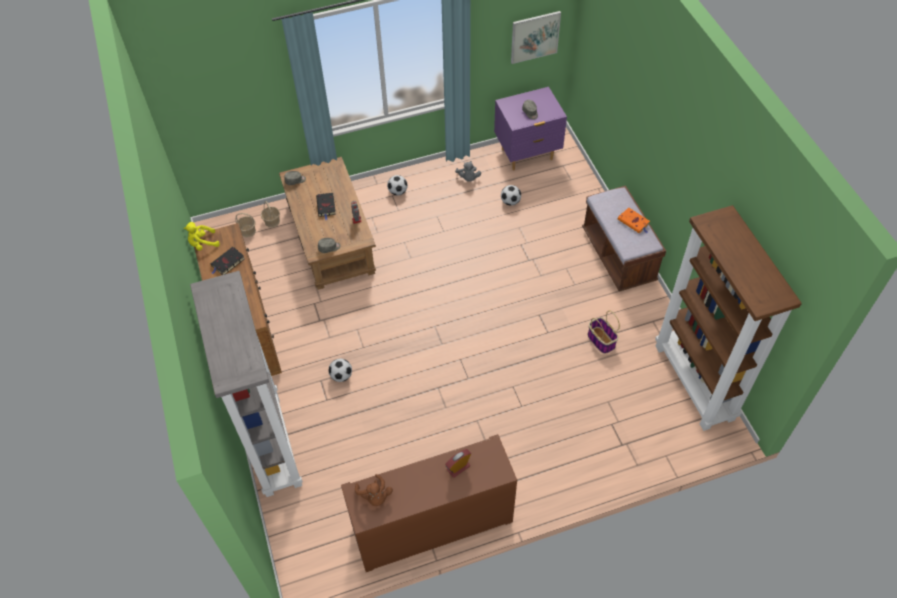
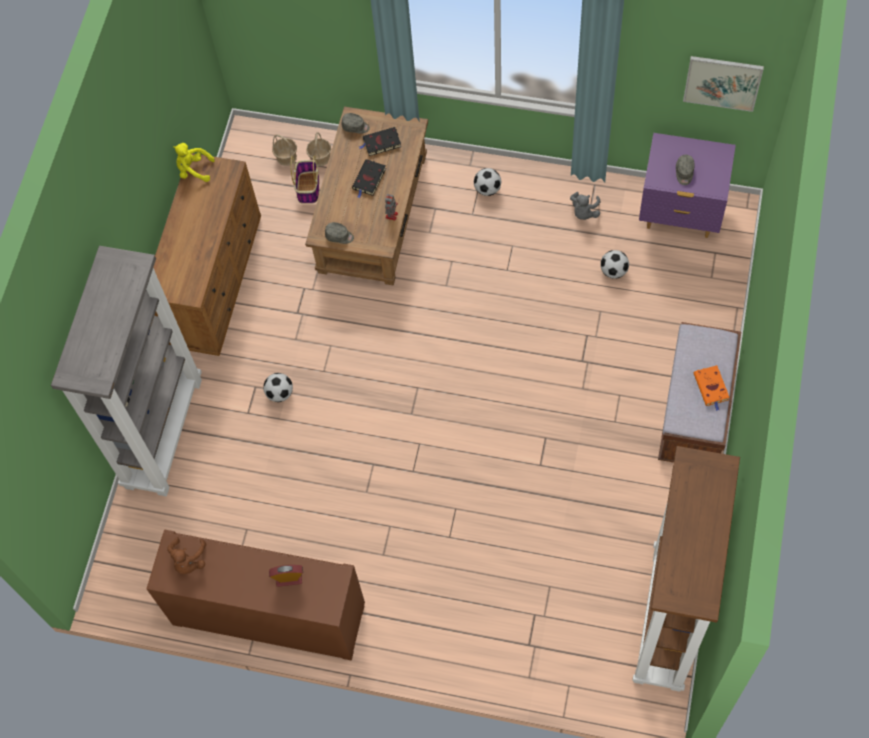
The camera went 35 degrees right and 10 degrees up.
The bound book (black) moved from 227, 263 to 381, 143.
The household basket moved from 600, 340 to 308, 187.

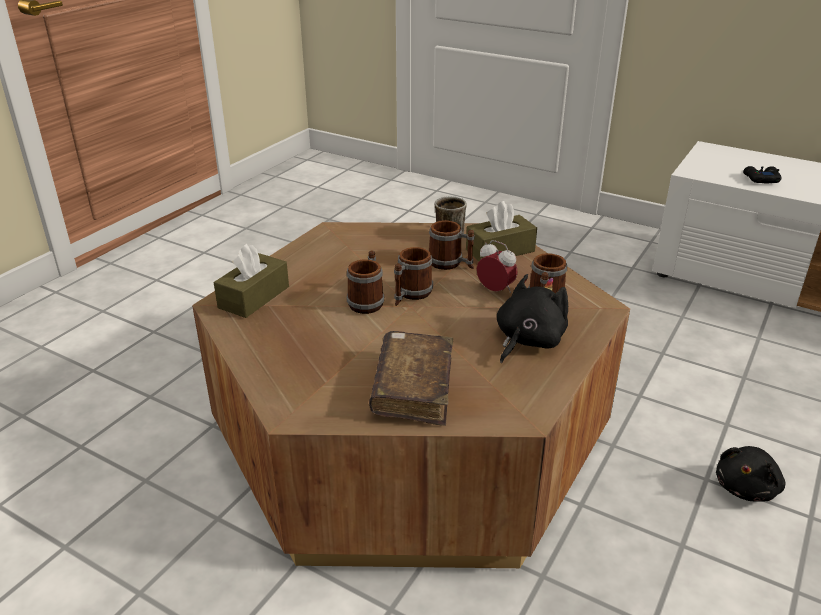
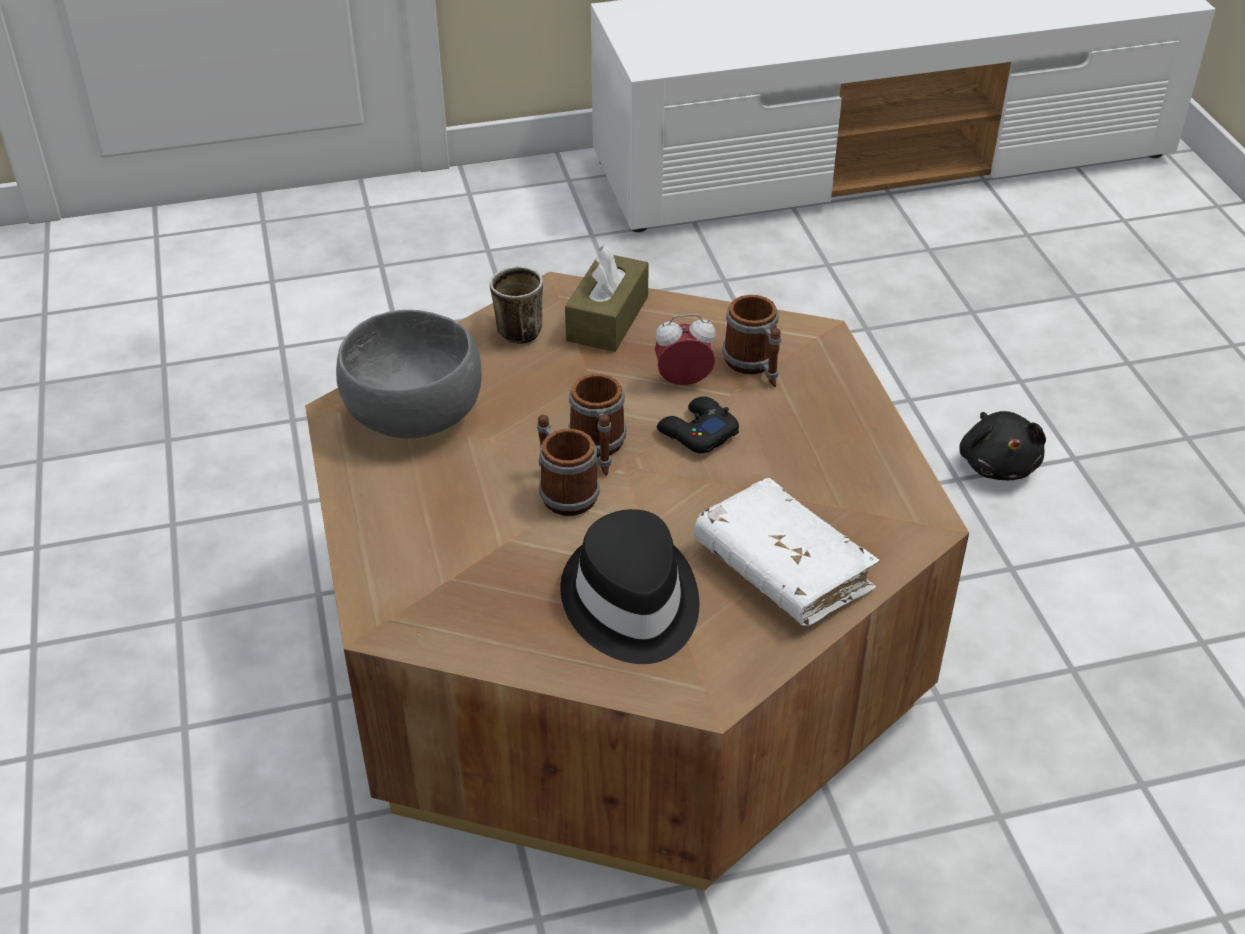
The camera went 45 degrees left and 10 degrees up.
The gamepad (black) moved from 760, 179 to 697, 433.
The mug at 451, 264 disappeared.
The tissue holder (brownish) at 254, 297 disappeared.
The soft toy (black) at 527, 340 disappeared.
The bound book (brownish) at 413, 388 became the bound book (white-coloured) at 782, 568.
The deep dish (greyish) at 415, 415 appeared.
The wearable hat (black) at 630, 603 appeared.

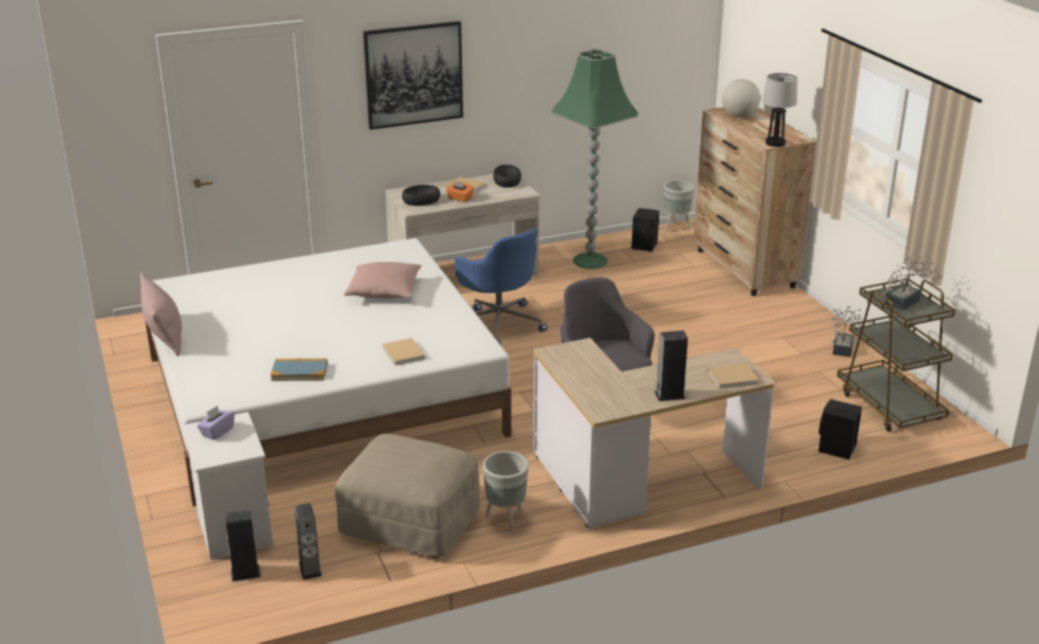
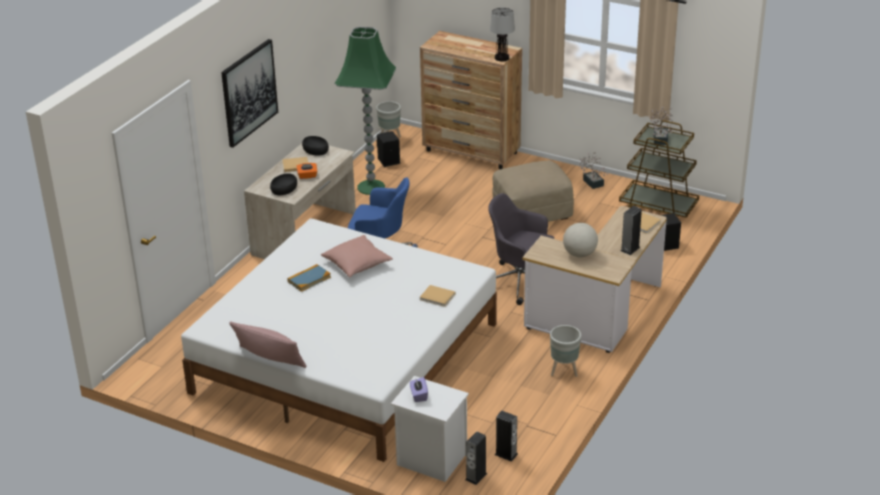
The camera went 40 degrees left and 5 degrees up.
The world globe moved from 739, 116 to 579, 254.
The bound book moved from 299, 372 to 309, 279.
The footrest (sand-coloured) moved from 411, 522 to 532, 212.

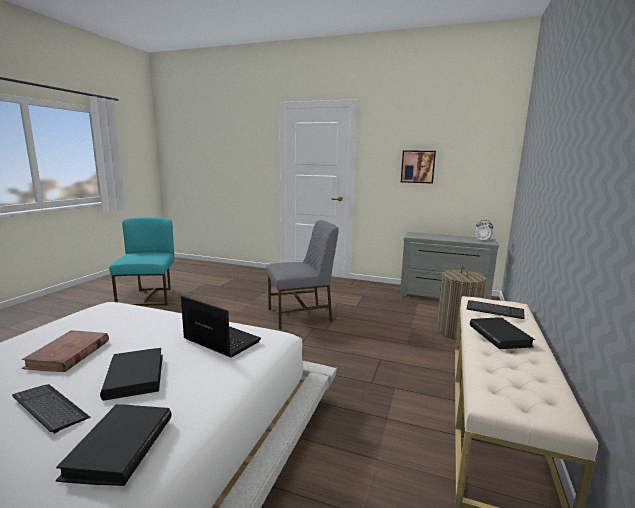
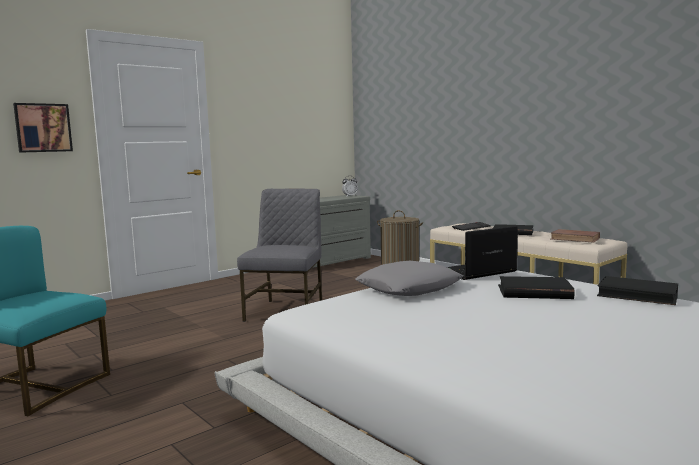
The camera went 60 degrees left and 5 degrees down.
The picture moved from 418, 166 to 43, 128.
The bound book (brownish) moved from 68, 354 to 575, 238.
The computer keyboard at 50, 408 disappeared.
The pillow (greyish) at 409, 288 appeared.

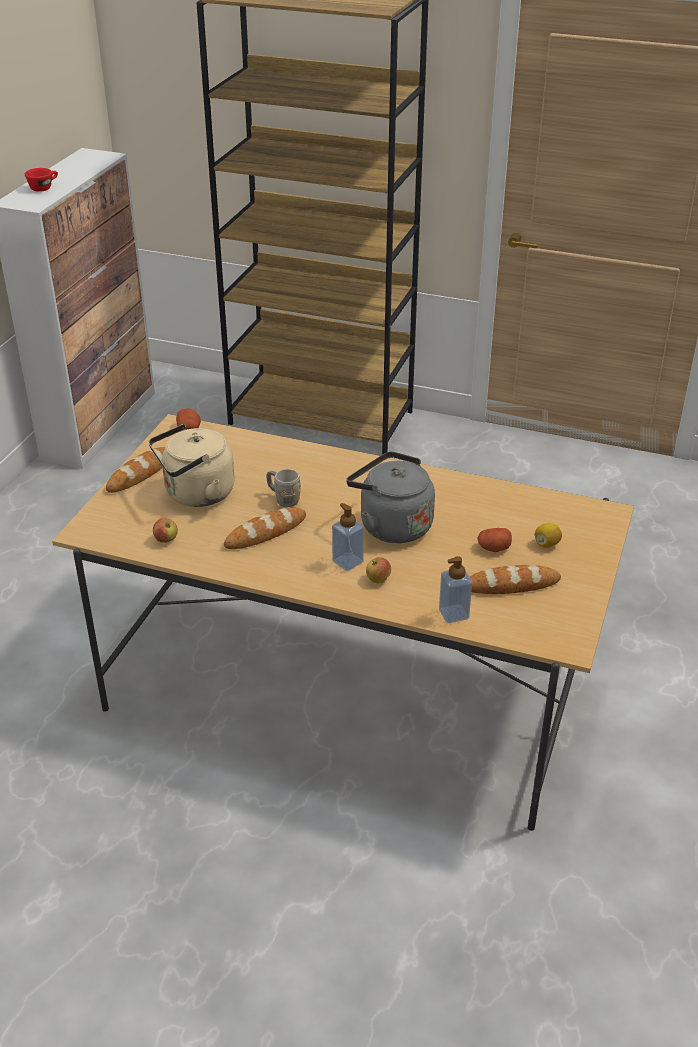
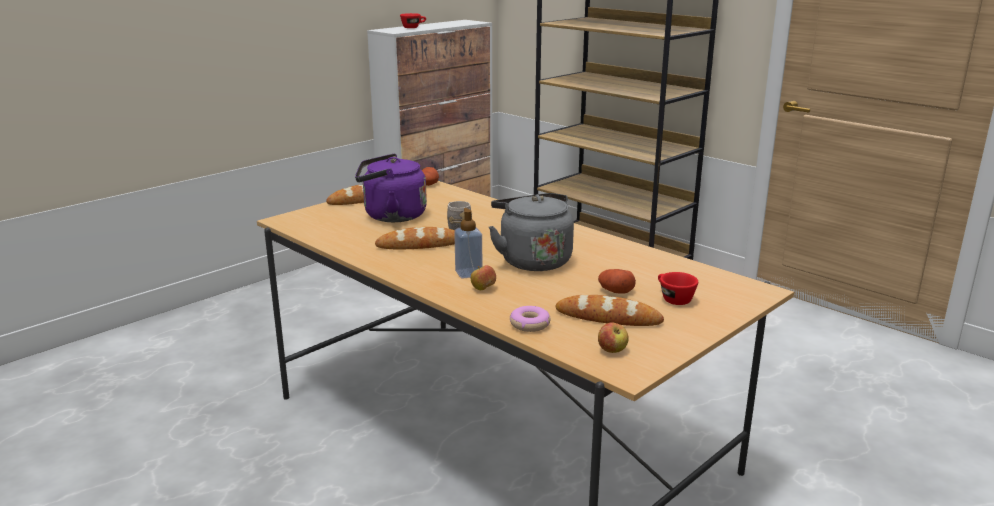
The camera went 25 degrees right and 15 degrees down.
The water kettle (sand-coloured) at 195, 494 became the water kettle (purplish) at 391, 216.
The apple fruit moved from 166, 539 to 612, 350.
The citrus fruit at 546, 544 was replaced by the small cup (red) at 673, 299.
The liquid soap bottle at 453, 614 was replaced by the donut at 529, 324.

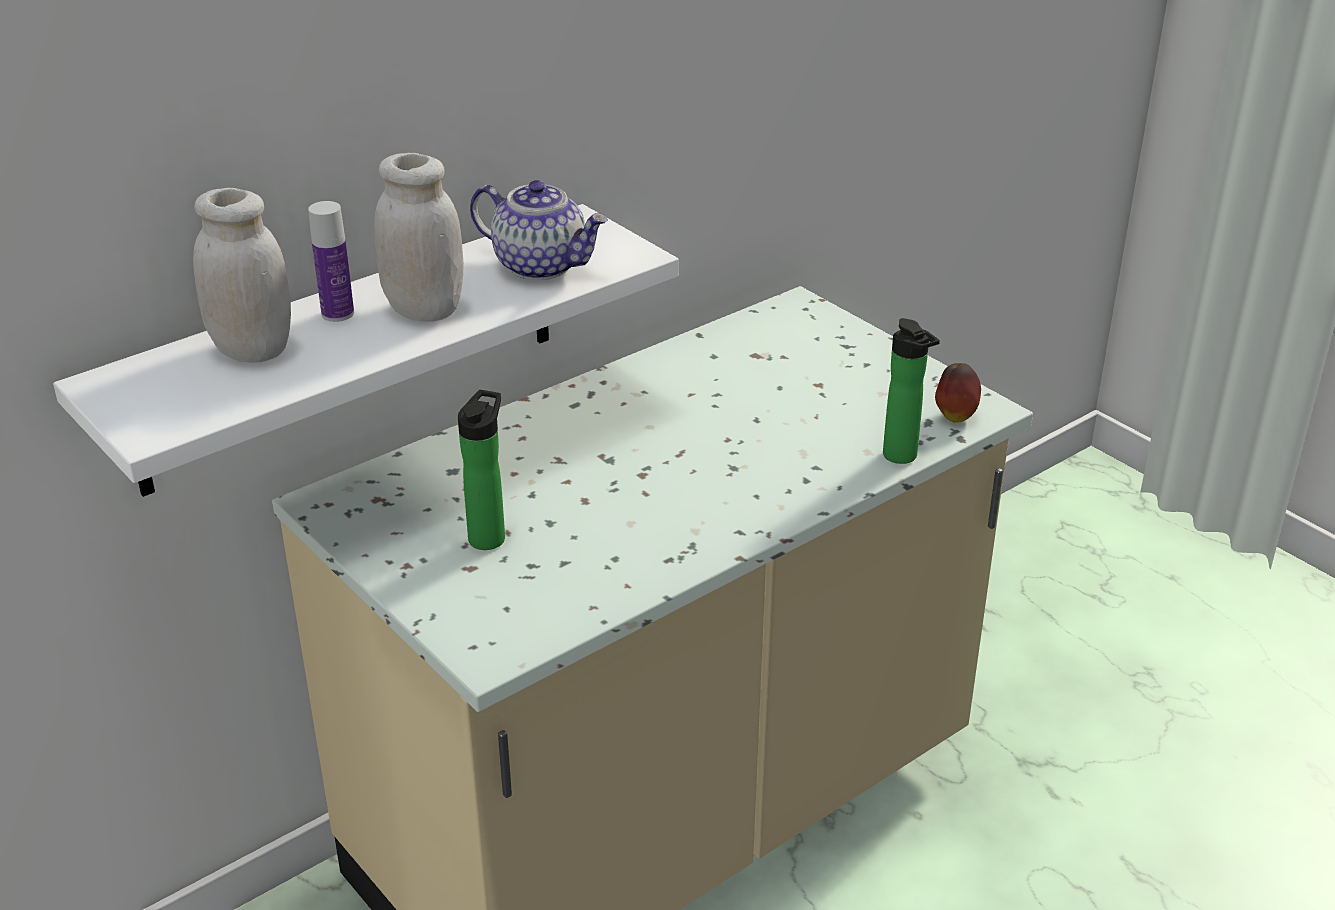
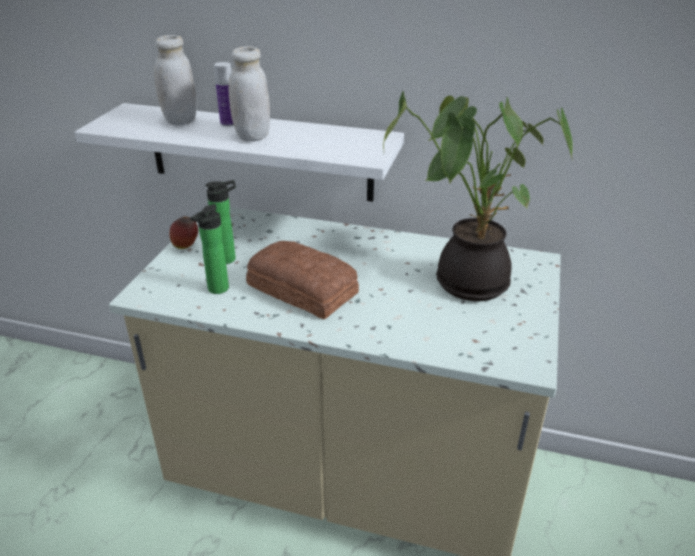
The camera went 55 degrees right and 0 degrees up.
The pot for tea at 542, 265 disappeared.
The drink bottle moved from 903, 457 to 216, 290.
The apple fruit moved from 955, 416 to 186, 246.
The potted plant at 467, 280 appeared.
The baked bread at 302, 288 appeared.

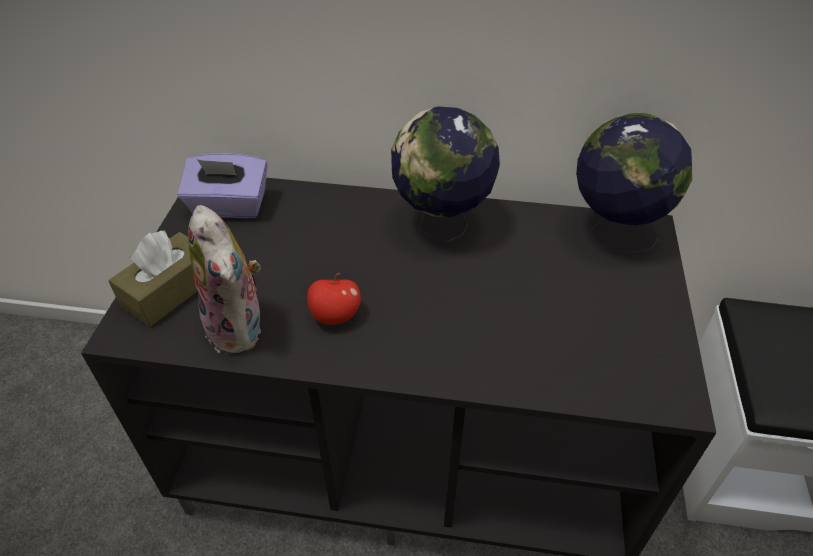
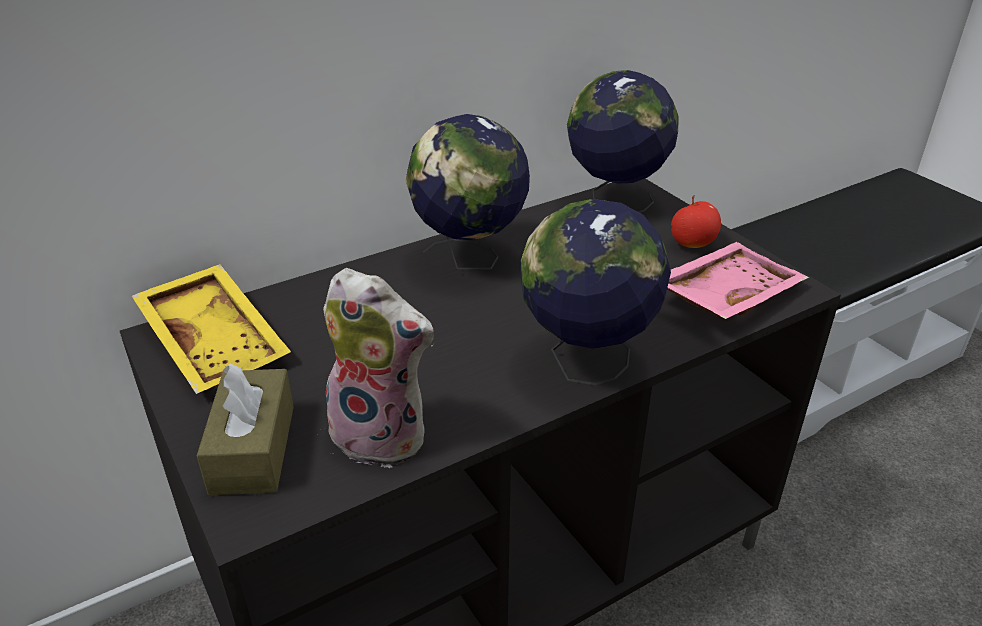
The camera went 40 degrees left and 10 degrees down.
The tissue holder (purplish) at 229, 206 was replaced by the carrying tray (yellow-coloured) at 217, 342.
The apple fruit moved from 335, 316 to 693, 244.
The world globe at 586, 363 appeared.
The carrying tray (pinkish) at 724, 295 appeared.

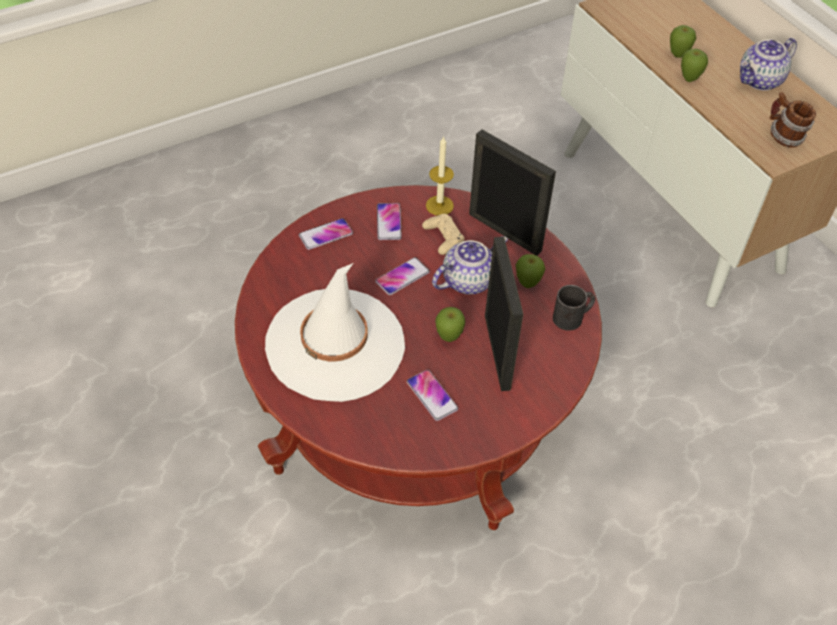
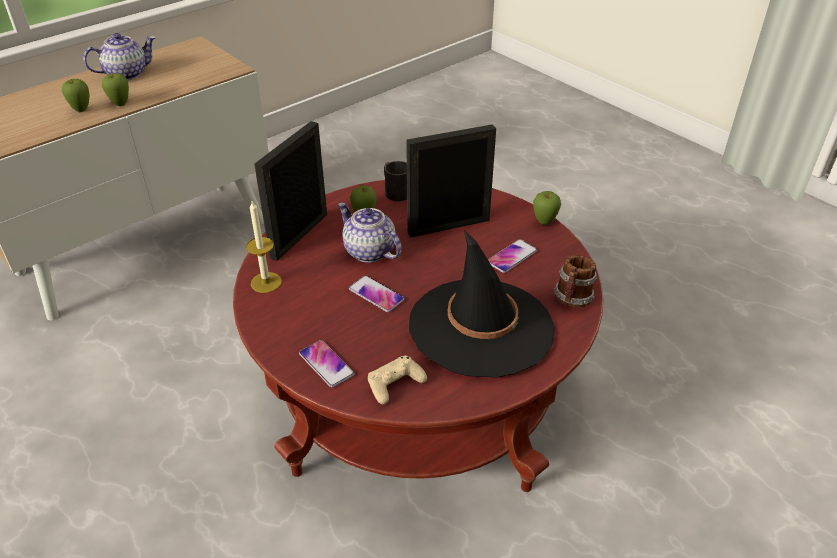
The camera went 100 degrees left and 10 degrees down.
The pot for tea at 760, 81 turned 75 degrees counterclockwise.
The mug moved from 783, 137 to 572, 300.
The telephone at 389, 222 disappeared.
The gamepad (sand-coloured) moved from 443, 237 to 395, 384.
The wearable hat (white-coloured) at 335, 344 became the wearable hat (black) at 481, 327.
The apple fruit moved from 449, 338 to 544, 223.

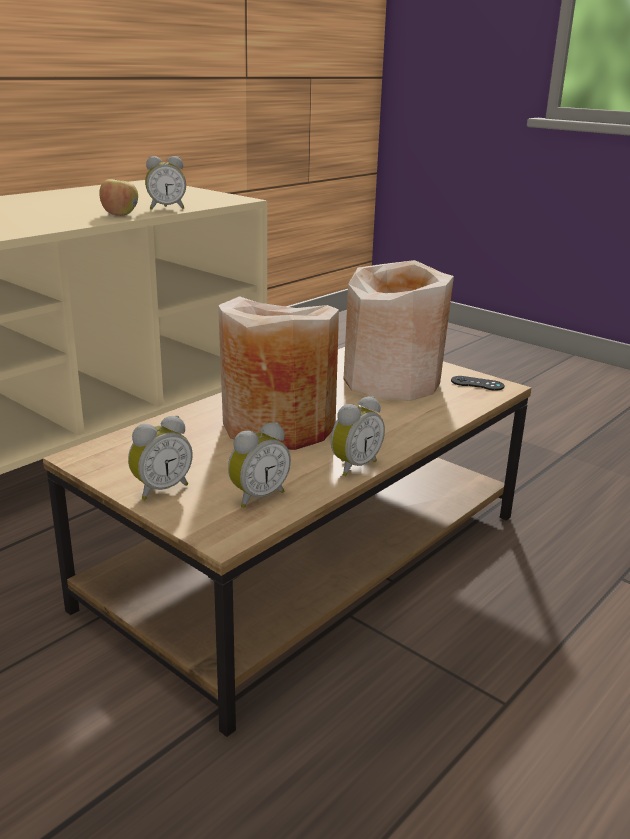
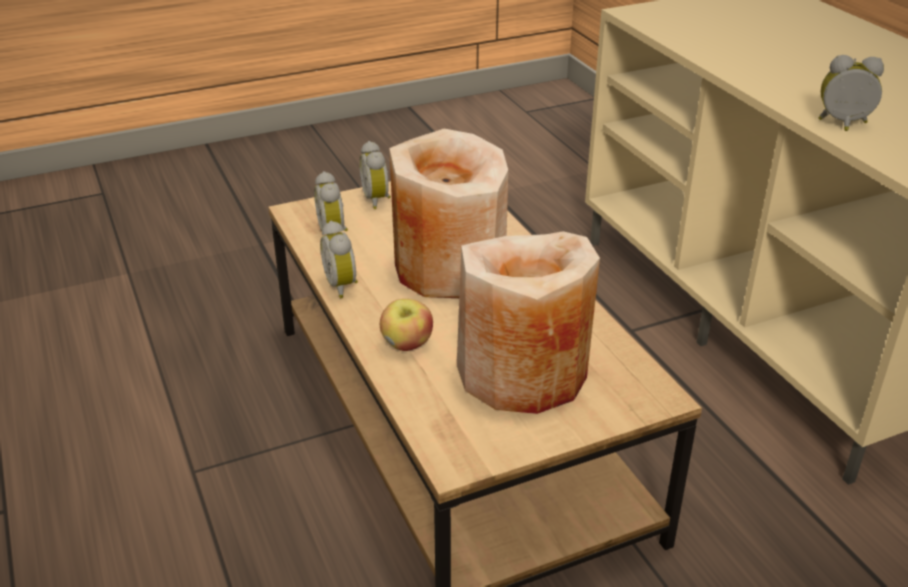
The camera went 115 degrees right and 10 degrees up.
The bedside clock at 166, 208 turned 90 degrees clockwise.
The apple fruit moved from 120, 214 to 407, 344.
The gamepad (black) at 477, 383 disappeared.

